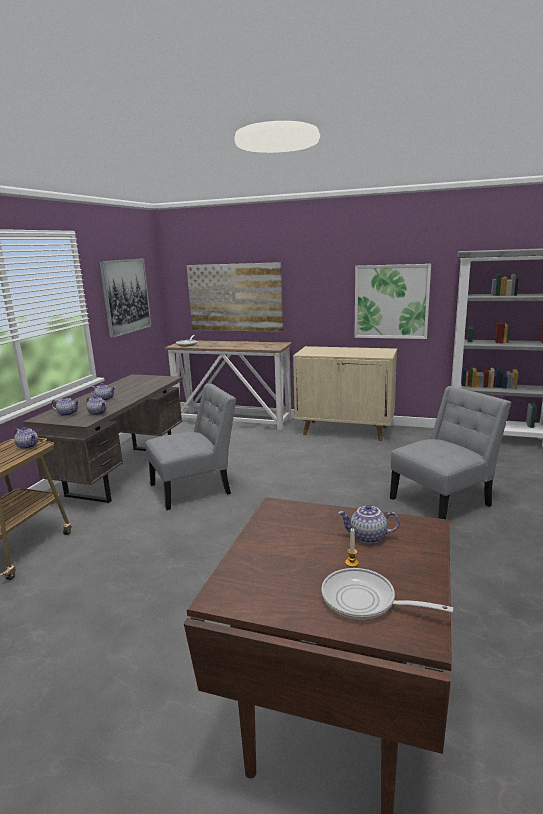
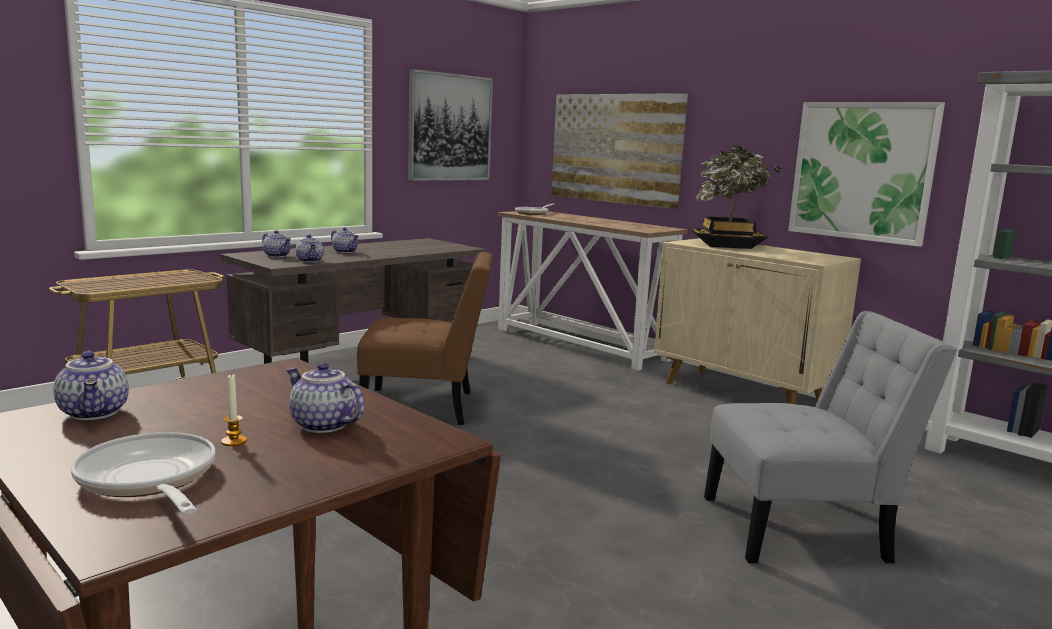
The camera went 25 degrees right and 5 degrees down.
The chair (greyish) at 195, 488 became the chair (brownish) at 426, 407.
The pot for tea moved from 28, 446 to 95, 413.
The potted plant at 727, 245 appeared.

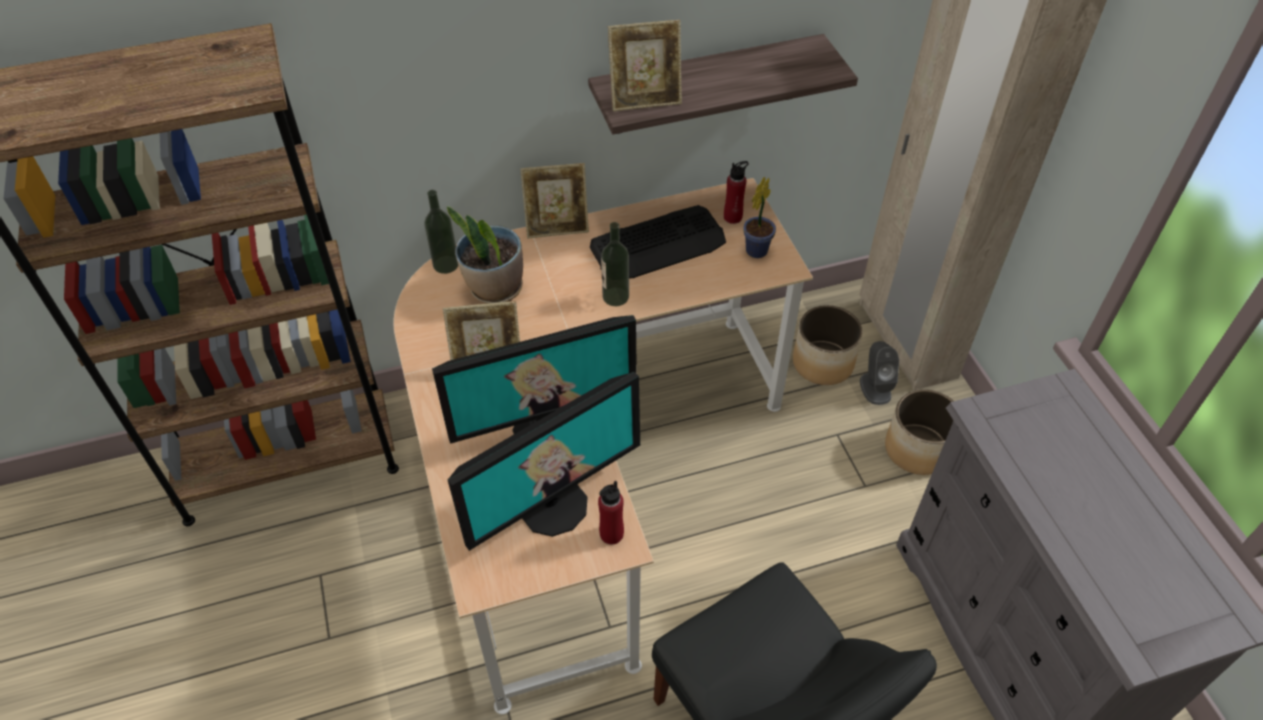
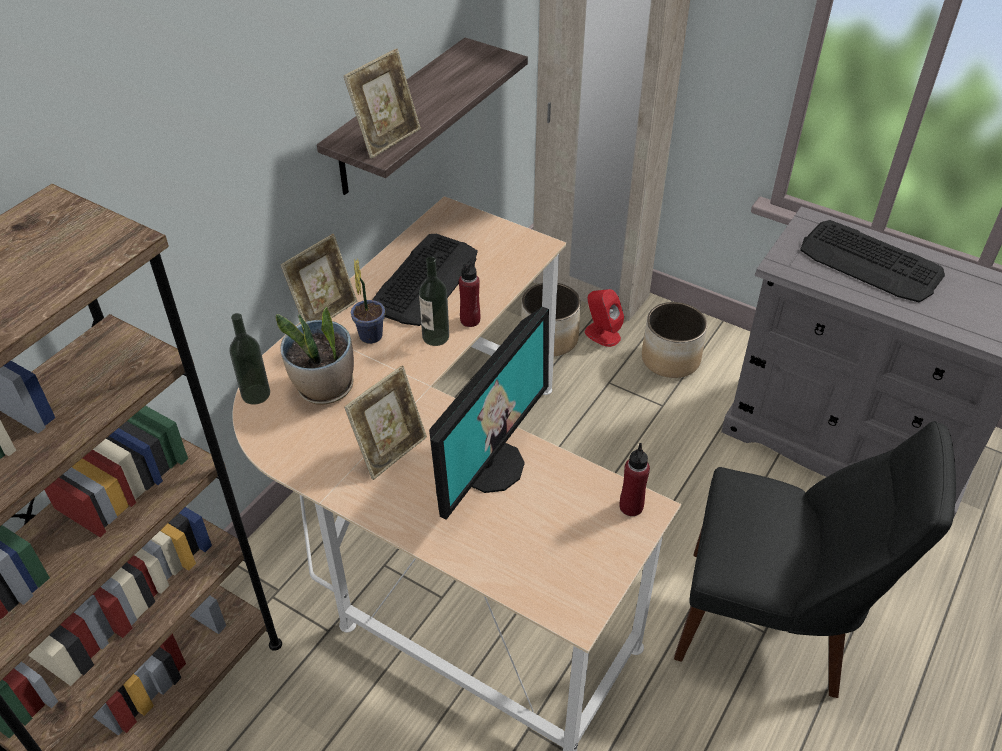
The camera went 40 degrees left and 5 degrees down.
The drink bottle (red) moved from 733, 217 to 470, 320.
The potted plant moved from 758, 249 to 371, 334.
The audio speaker (greyish) at 875, 388 became the audio speaker (red) at 602, 334.
The computer display at 554, 506 disappeared.
The computer keyboard at 870, 263 appeared.

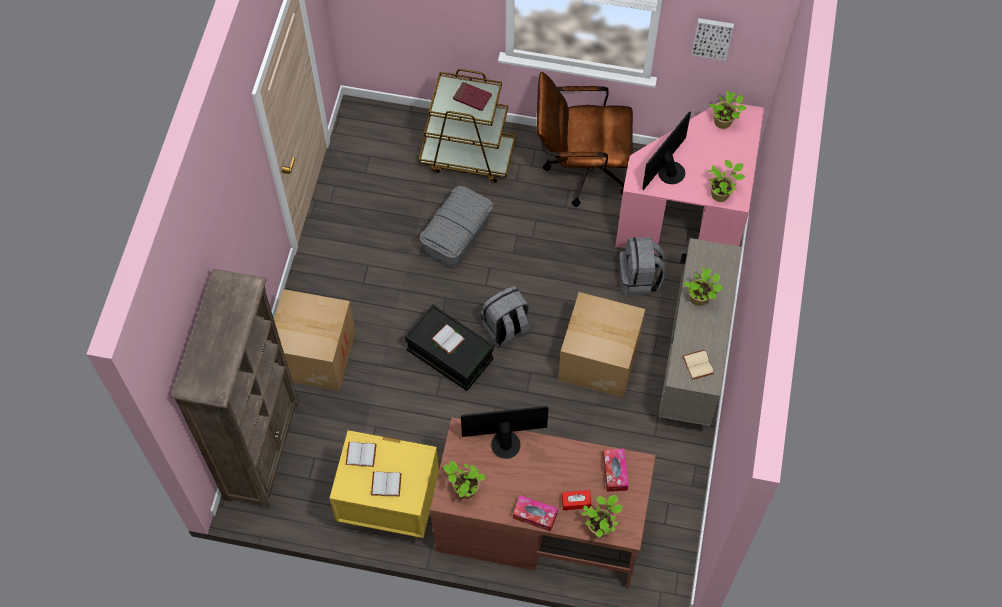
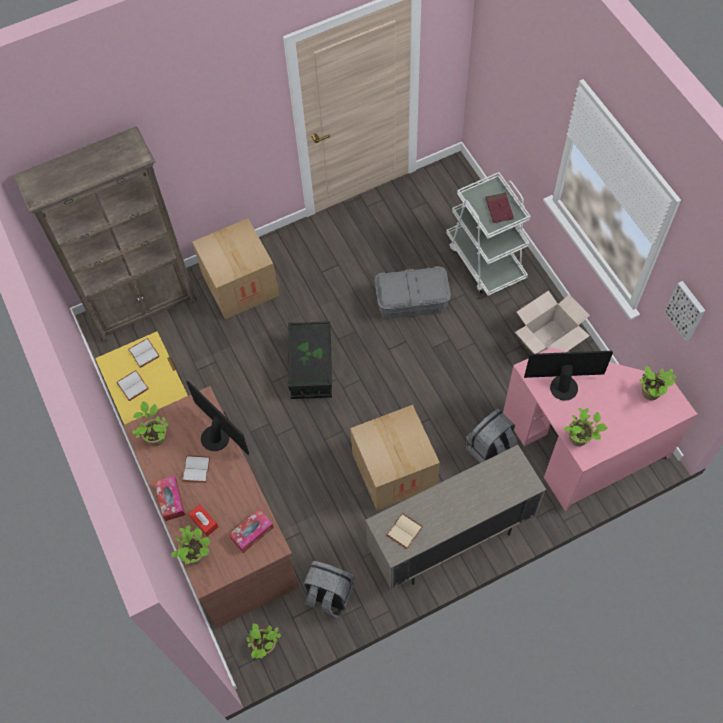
The camera went 55 degrees right and 0 degrees up.
The wheeled cart (brownish) at 468, 156 became the wheeled cart (white-coloured) at 485, 260.
The computer chair (brownish) at 580, 169 was replaced by the carton at 547, 341.
The potted plant moved from 700, 299 to 265, 647.
The rucksack (greyish) moved from 506, 329 to 329, 595.
The bound book (white-coloured) moved from 447, 340 to 195, 469.

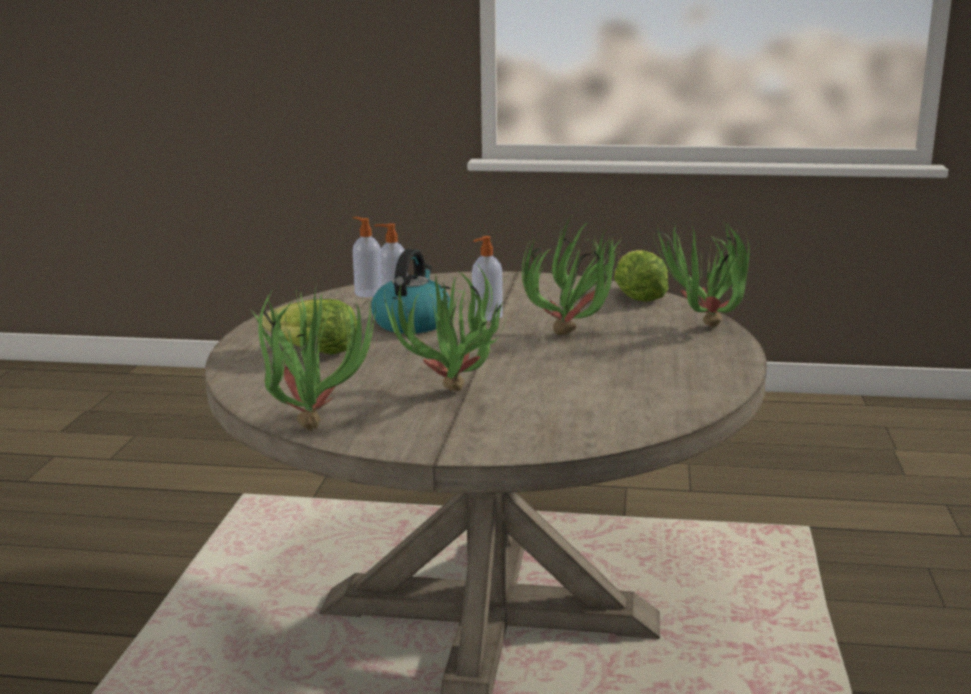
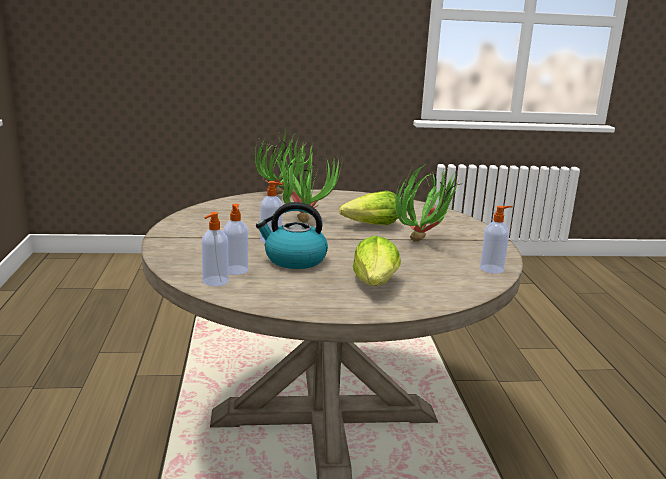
The camera went 105 degrees left and 0 degrees up.
The lettuce moved from 637, 295 to 372, 225.
The potted plant at 312, 422 was replaced by the liquid soap bottle at 492, 269.

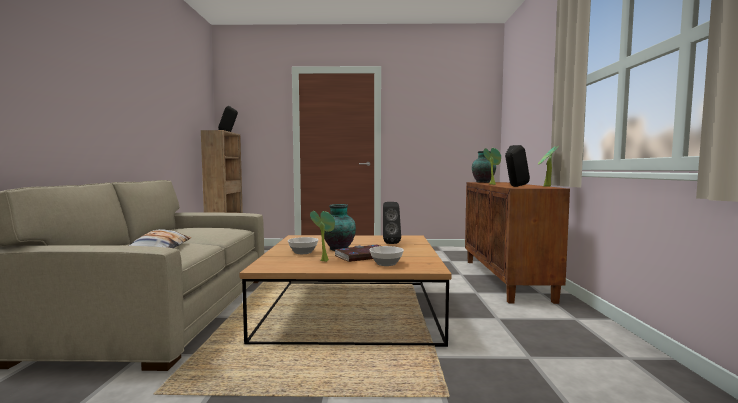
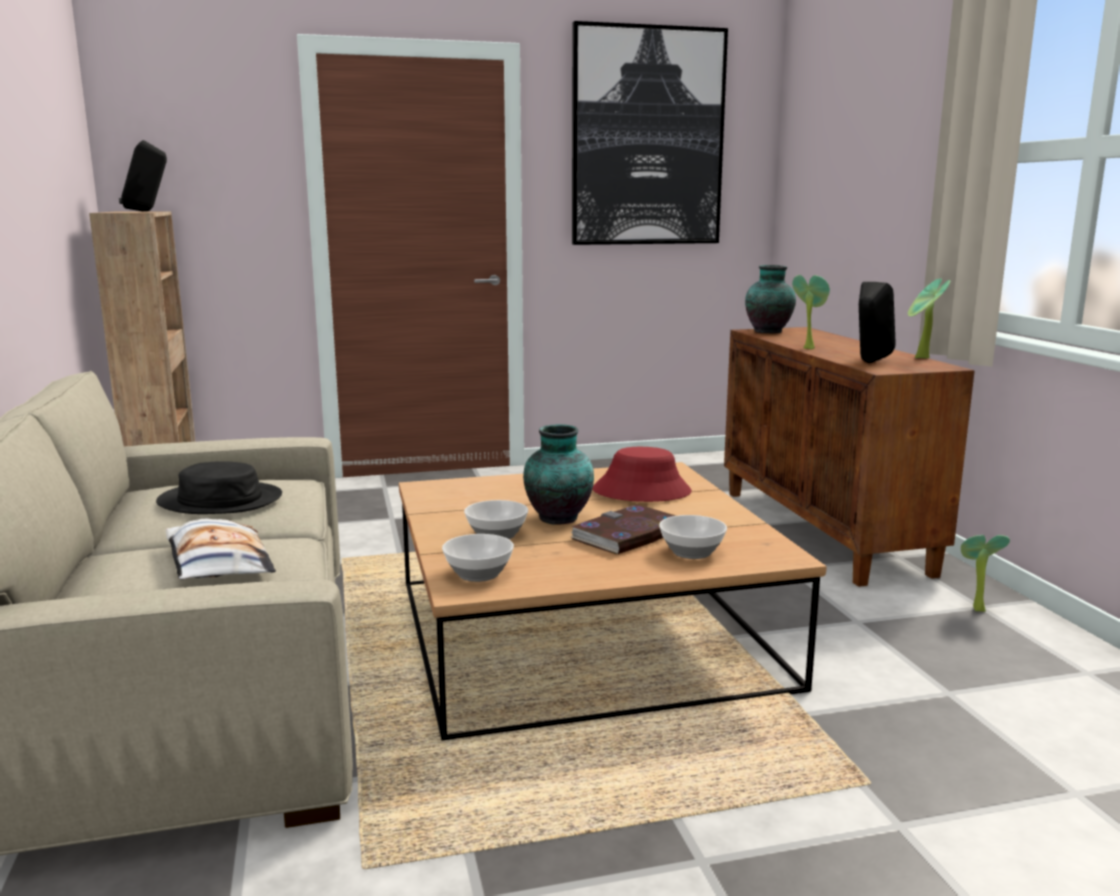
The camera went 15 degrees left and 10 degrees up.
The audio speaker (black) at 390, 243 was replaced by the wearable hat (red) at 641, 491.
The potted plant moved from 324, 260 to 975, 608.
The picture at 647, 137 appeared.
The wearable hat (black) at 220, 500 appeared.
The deep dish at 478, 574 appeared.

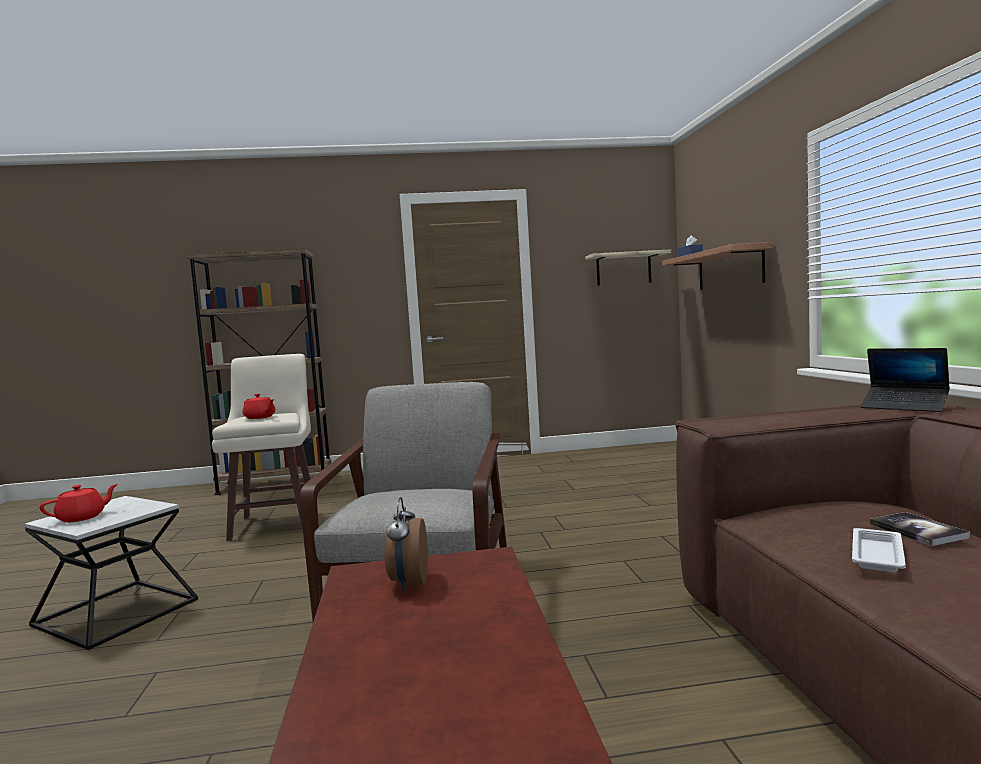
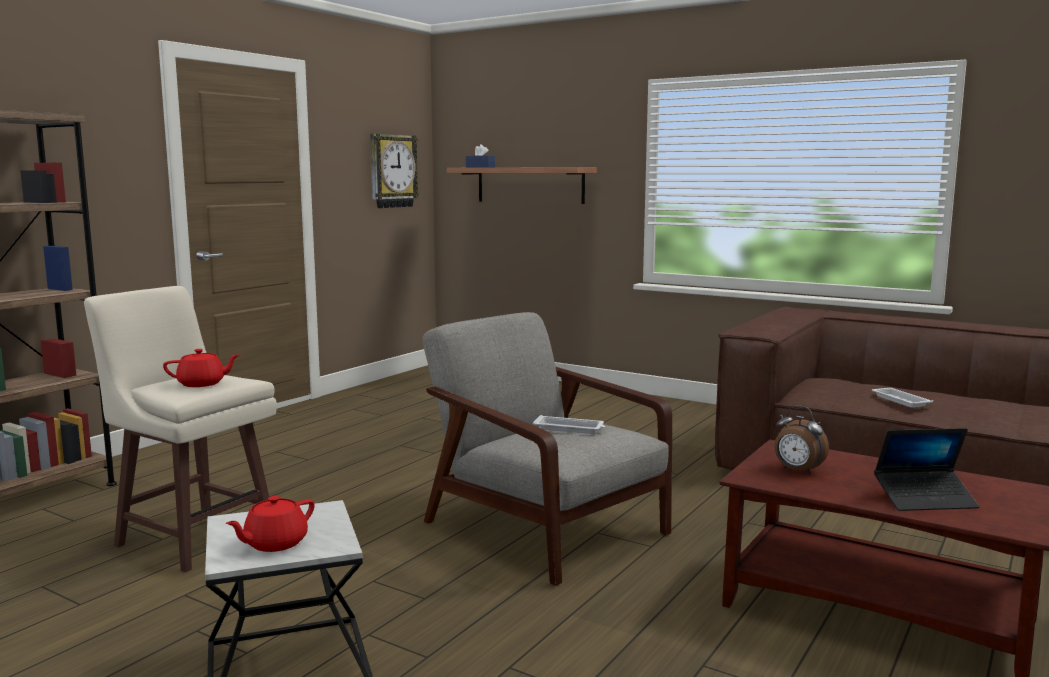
The camera went 50 degrees left and 5 degrees up.
The wall shelf at 623, 269 was replaced by the hanging clock at 392, 171.
The notebook computer moved from 904, 406 to 924, 499.
The pot for tea (red) at 82, 517 turned 135 degrees counterclockwise.
The bound book at 918, 530 disappeared.
The carrying tray (white-coloured) at 570, 429 appeared.

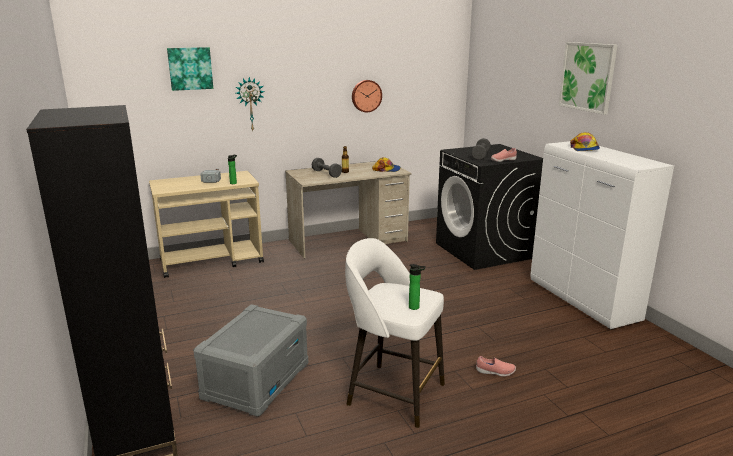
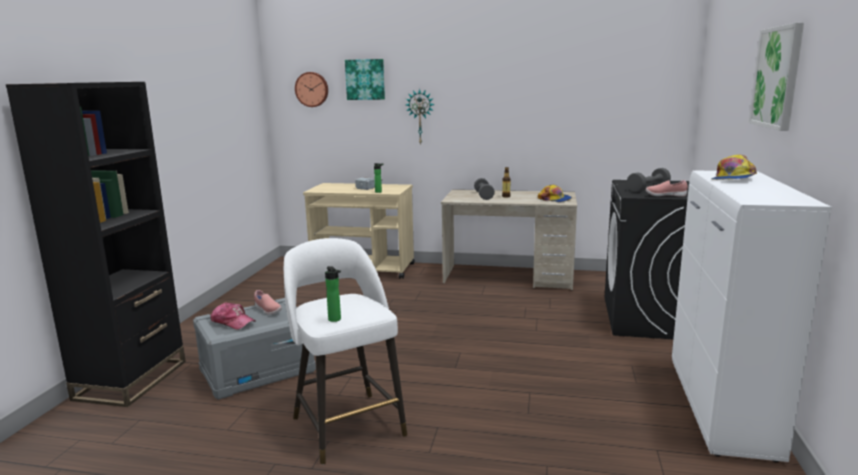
The camera went 35 degrees right and 5 degrees down.
The hanging clock moved from 366, 96 to 312, 89.
The shoe (pinkish) moved from 495, 372 to 267, 310.
The baseball cap at 233, 322 appeared.

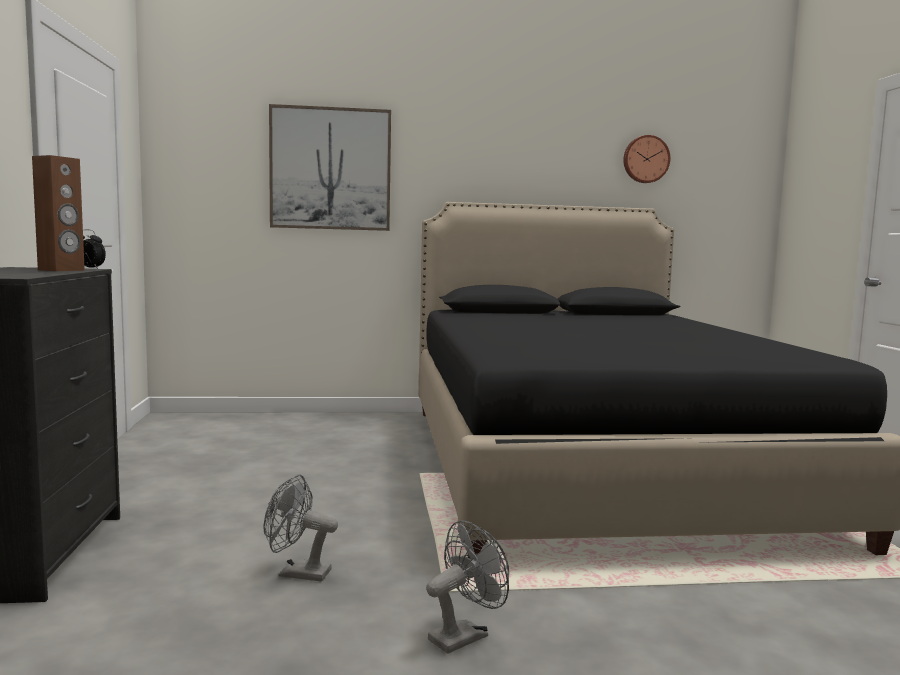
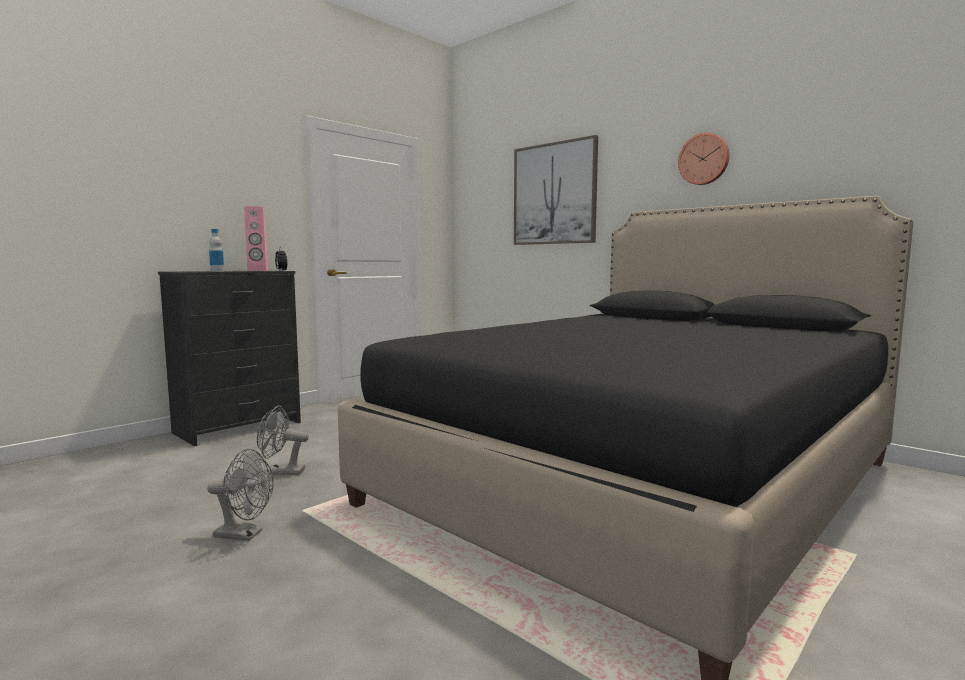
The camera went 50 degrees right and 0 degrees up.
The hanging clock moved from 645, 159 to 704, 159.
The audio speaker (brownish) at 61, 270 became the audio speaker (pinkish) at 257, 270.
The electric fan (greyish) at 297, 573 turned 60 degrees counterclockwise.
The drink bottle at 217, 271 appeared.

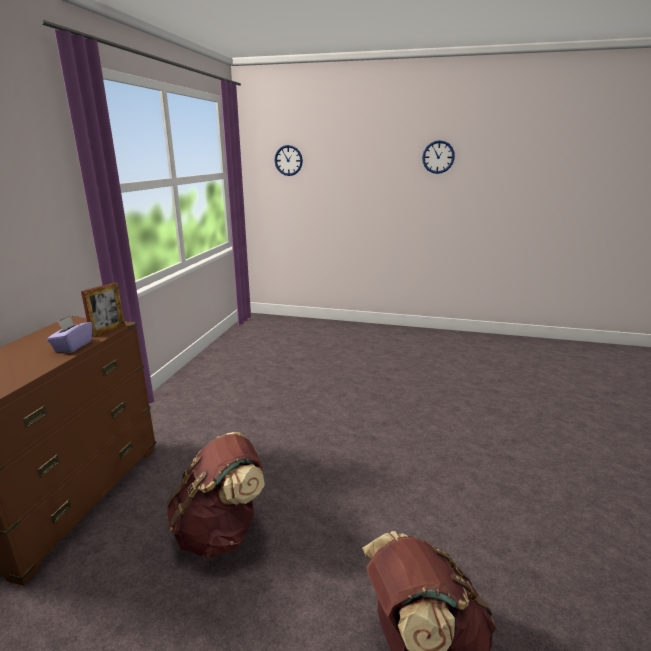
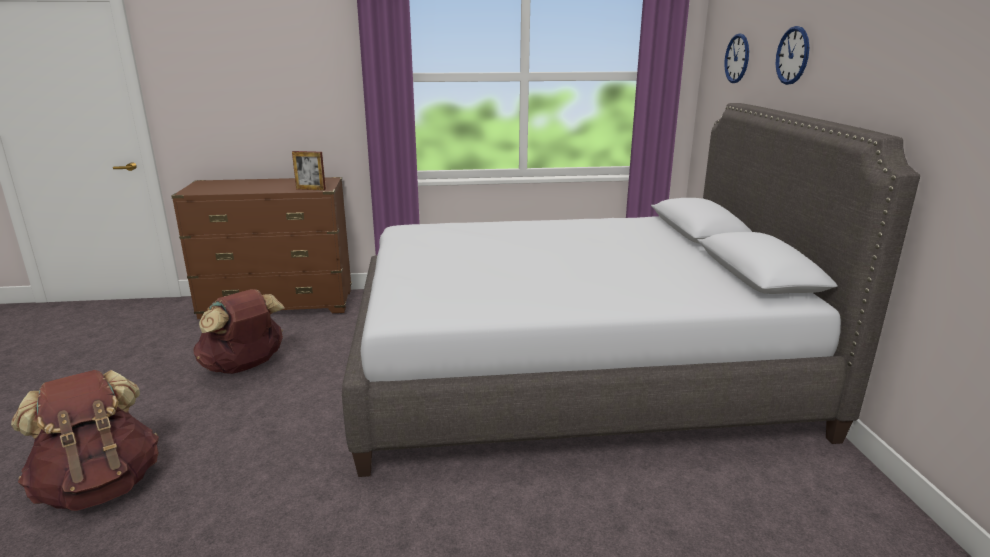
The camera went 70 degrees right and 0 degrees up.
The hanging clock moved from 438, 157 to 792, 55.
The tissue holder (purplish) at 73, 346 disappeared.
The bed (greyish) at 572, 372 appeared.

